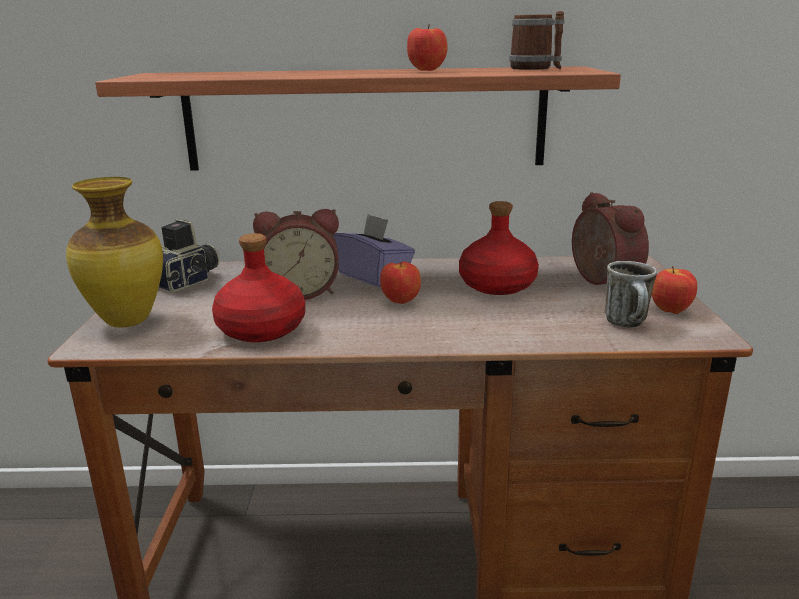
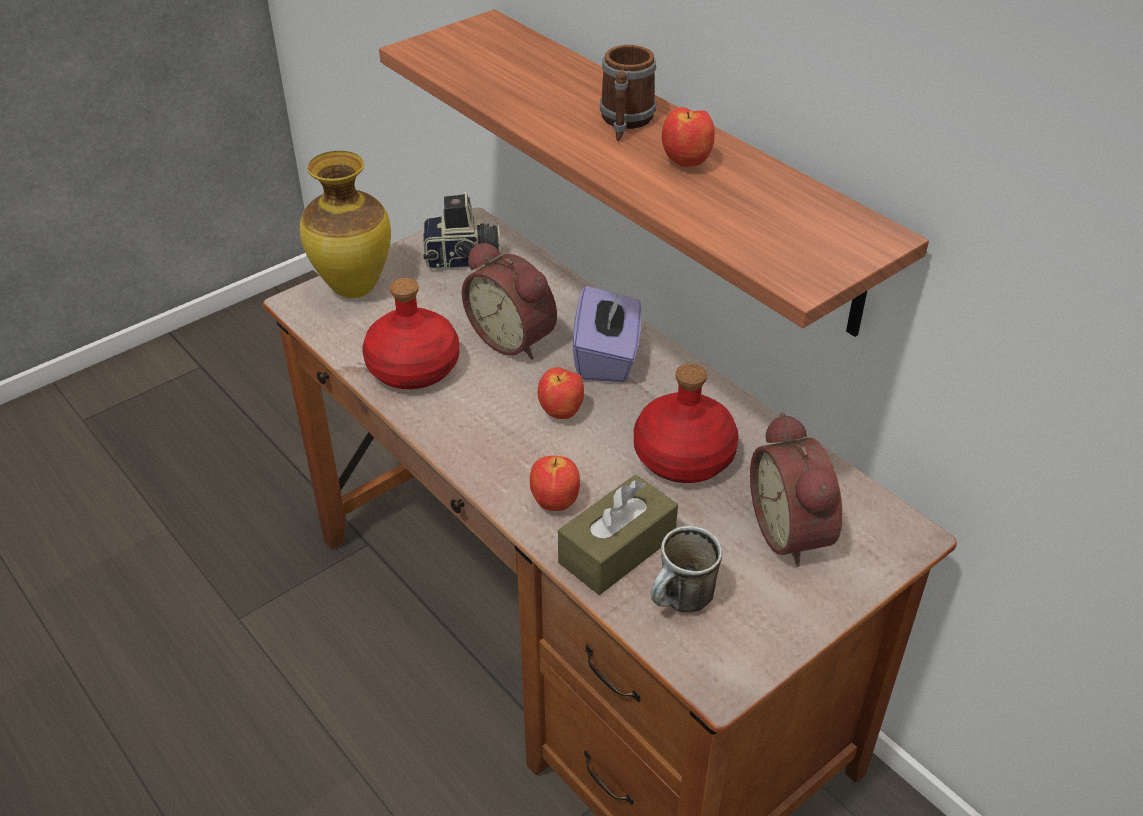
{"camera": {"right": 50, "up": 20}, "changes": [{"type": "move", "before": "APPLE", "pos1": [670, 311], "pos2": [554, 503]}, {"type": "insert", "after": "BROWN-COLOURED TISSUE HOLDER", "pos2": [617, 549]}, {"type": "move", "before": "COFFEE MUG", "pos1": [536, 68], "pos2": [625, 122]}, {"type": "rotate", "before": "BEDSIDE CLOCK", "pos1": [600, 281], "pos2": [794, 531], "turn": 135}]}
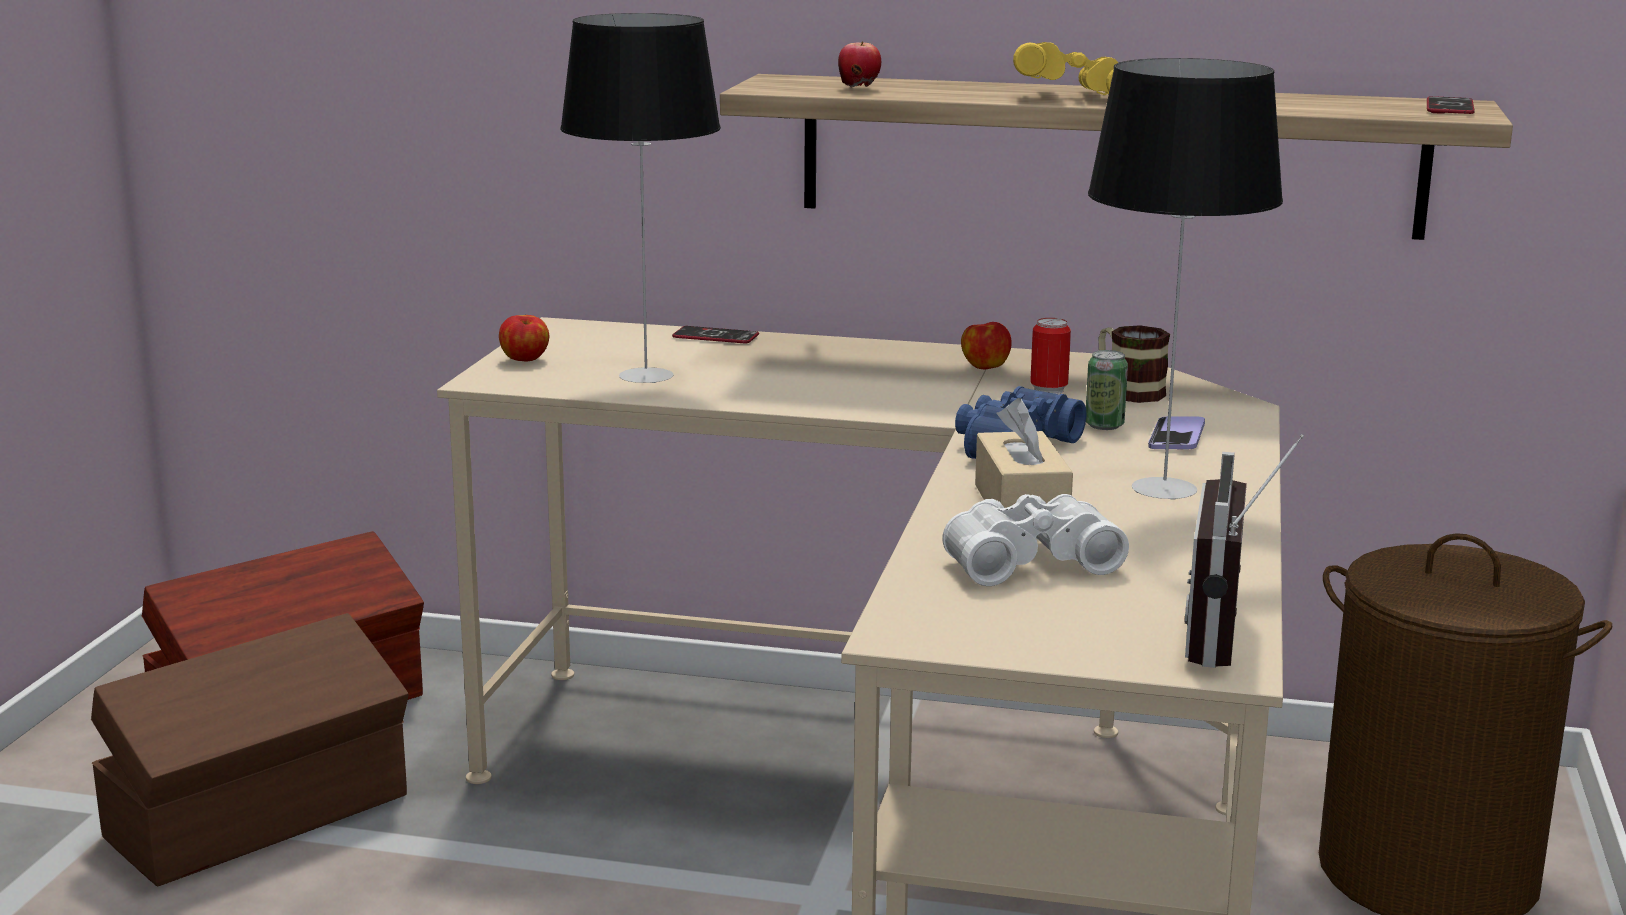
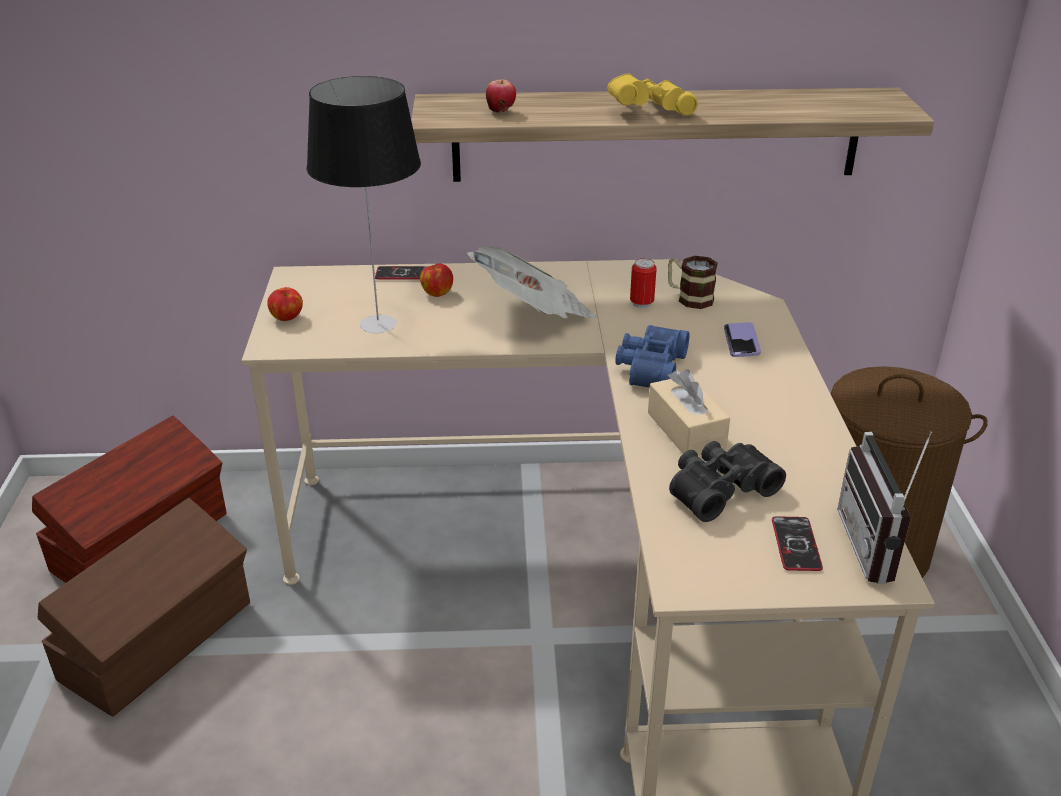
{"camera": {"right": -15, "up": 15}, "changes": [{"type": "move", "before": "APPLE", "pos1": [984, 366], "pos2": [437, 293]}, {"type": "insert", "after": "DAILY PAPER", "pos2": [534, 313]}, {"type": "recolor", "before": "WHITE-COLOURED PAIR OF BINOCULARS", "after": "BLACK-COLOURED PAIR OF BINOCULARS", "pos1": [1027, 560], "pos2": [718, 489]}, {"type": "move", "before": "PHONE", "pos1": [1449, 107], "pos2": [796, 544]}, {"type": "delete", "before": "CAN", "pos1": [1104, 425]}, {"type": "delete", "before": "TABLETOP LAMP", "pos1": [1167, 488]}]}
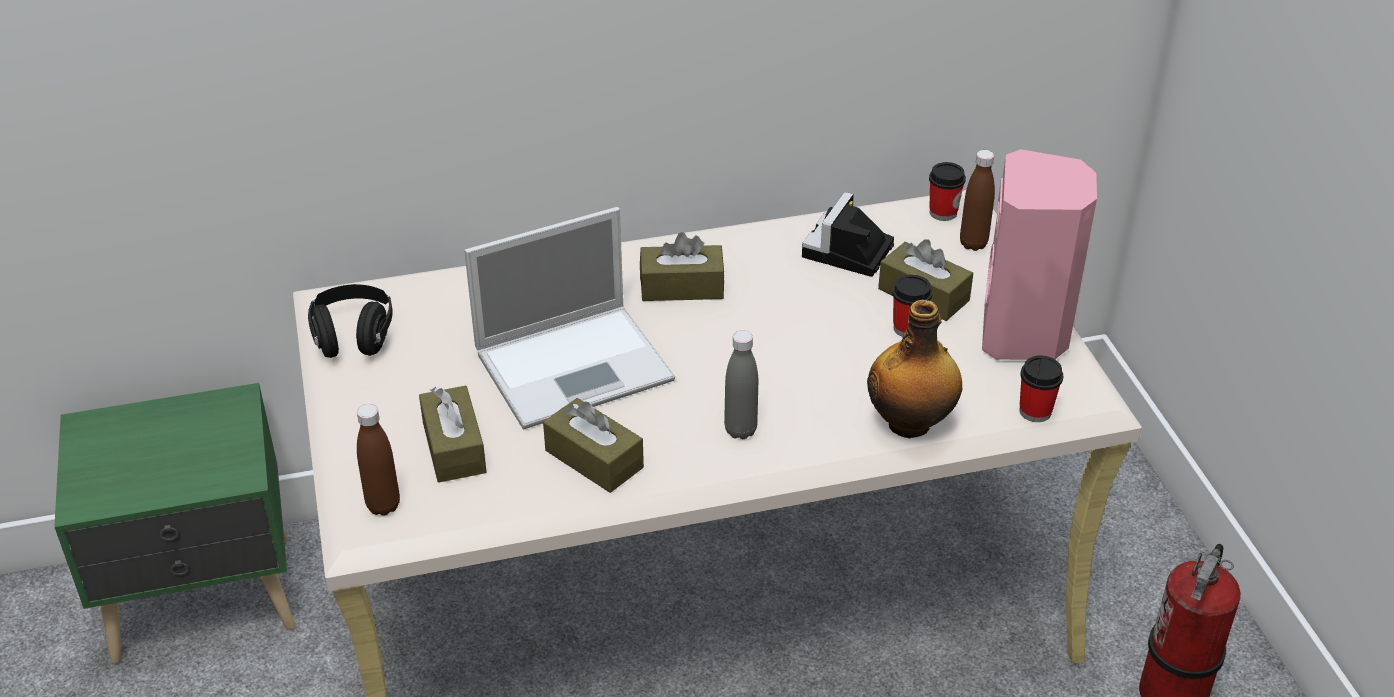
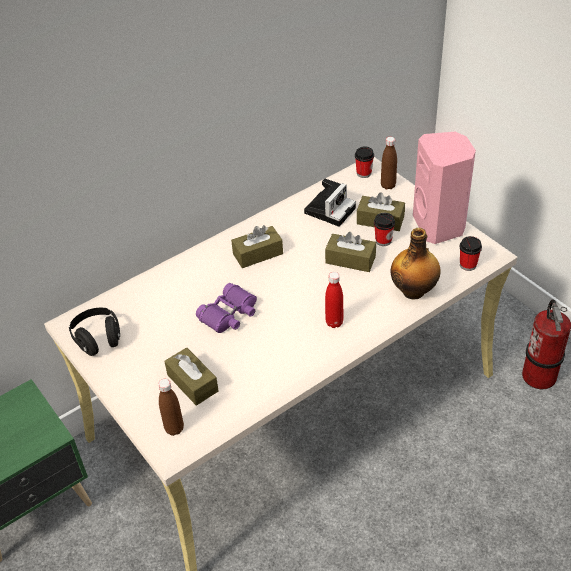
{"camera": {"right": -20, "up": 5}, "changes": [{"type": "replace", "before": "PORTABLE COMPUTER", "after": "PURPLE-COLOURED PAIR OF BINOCULARS", "pos1": [577, 365], "pos2": [229, 314]}, {"type": "rotate", "before": "STILL CAMERA", "pos1": [847, 253], "pos2": [330, 209], "turn": -150}, {"type": "move", "before": "BROWN-COLOURED TISSUE HOLDER", "pos1": [594, 459], "pos2": [350, 260]}, {"type": "recolor", "before": "GRAY BOTTLE", "after": "REDDISH BOTTLE", "pos1": [740, 430], "pos2": [334, 322]}]}
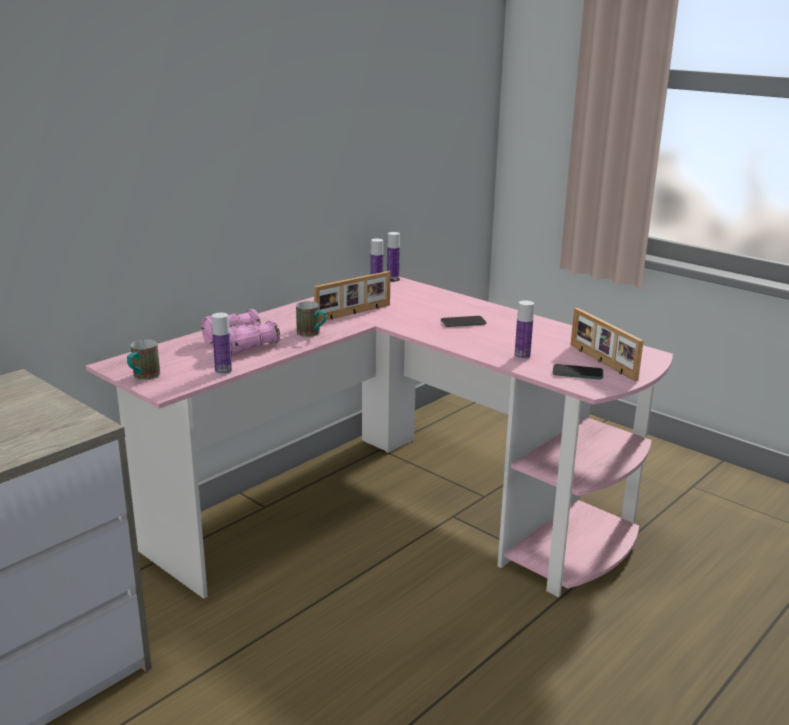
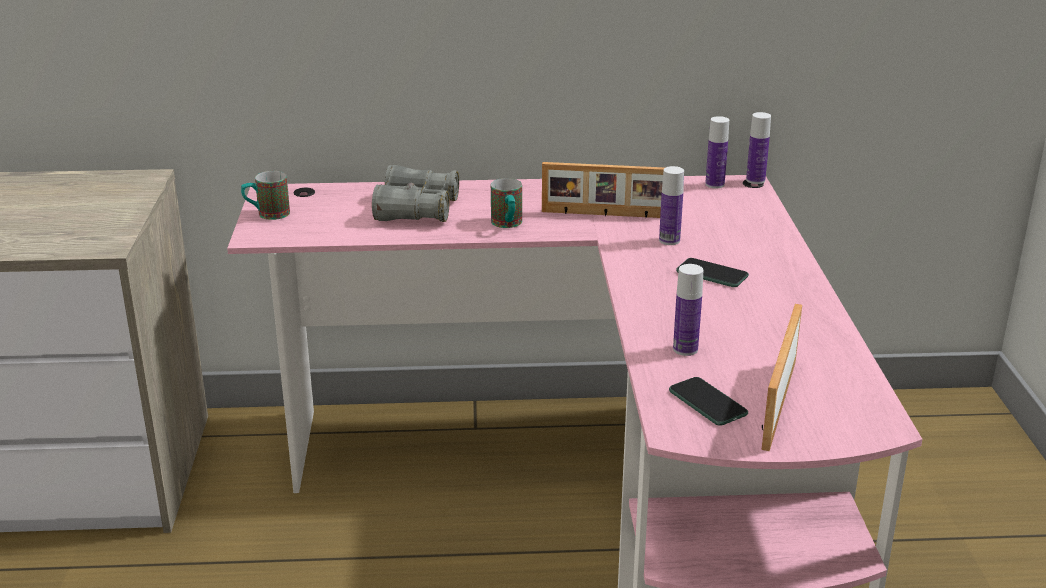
{"camera": {"right": 45, "up": 5}, "changes": [{"type": "recolor", "before": "PINK PAIR OF BINOCULARS", "after": "GRAY PAIR OF BINOCULARS", "pos1": [240, 344], "pos2": [416, 210]}, {"type": "move", "before": "BOTTLE", "pos1": [223, 371], "pos2": [669, 240]}]}
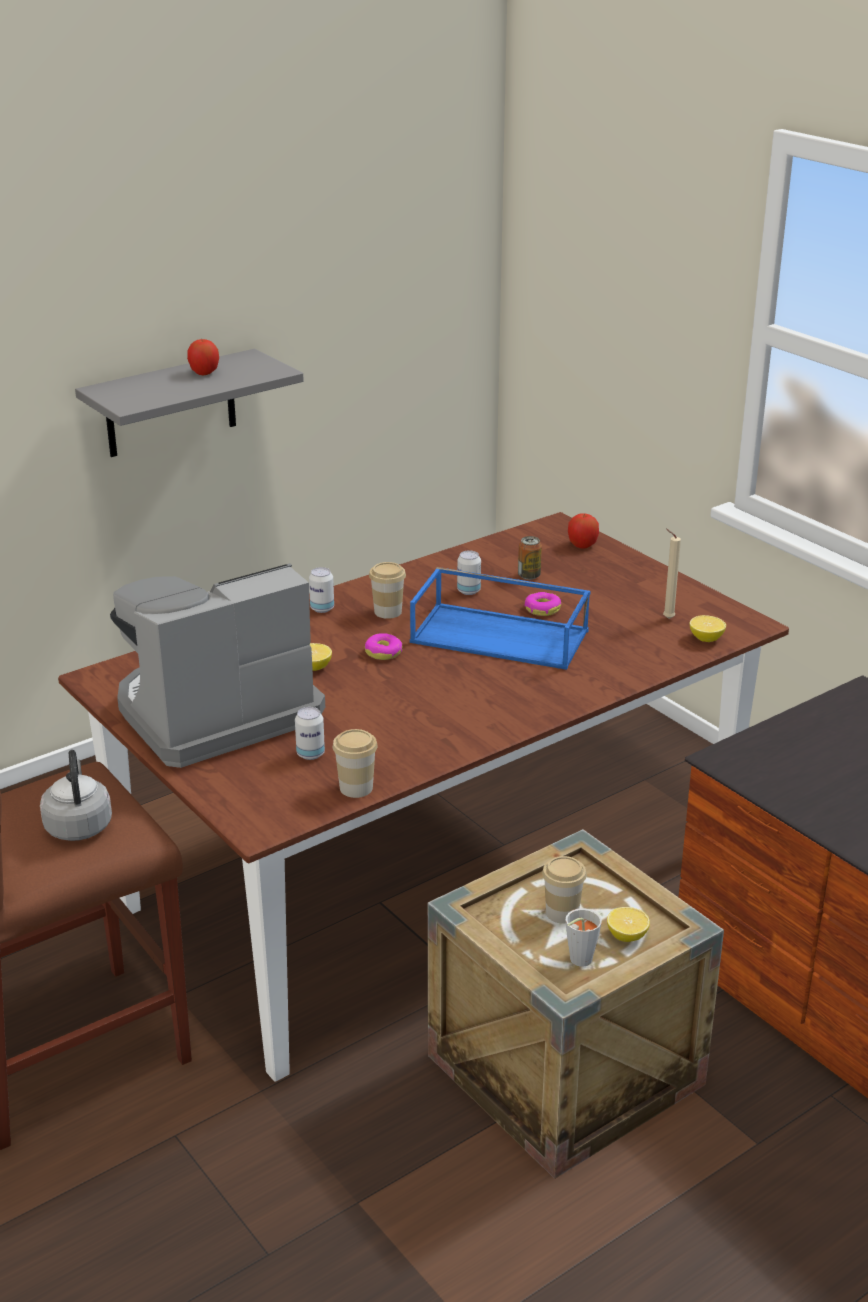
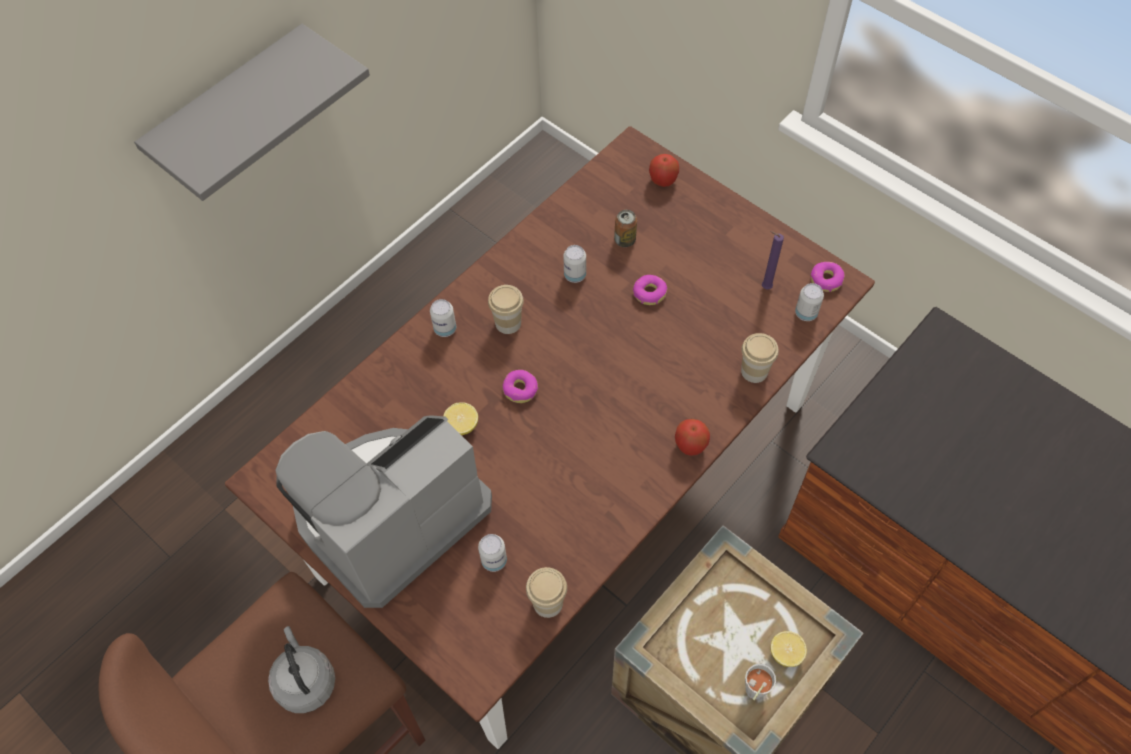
{"camera": {"right": -10, "up": 30}, "changes": [{"type": "move", "before": "APPLE", "pos1": [204, 372], "pos2": [690, 445]}, {"type": "move", "before": "DRINKING CUP", "pos1": [562, 913], "pos2": [754, 371]}, {"type": "recolor", "before": "SAND-COLOURED CANDLE", "after": "PURPLE-COLOURED CANDLE", "pos1": [666, 618], "pos2": [764, 287]}, {"type": "replace", "before": "LEMON", "after": "CAN", "pos1": [706, 638], "pos2": [806, 313]}, {"type": "insert", "after": "DOUGHNUT", "pos2": [826, 280]}, {"type": "delete", "before": "BLUE-COLOURED TRAY", "pos1": [502, 636]}]}
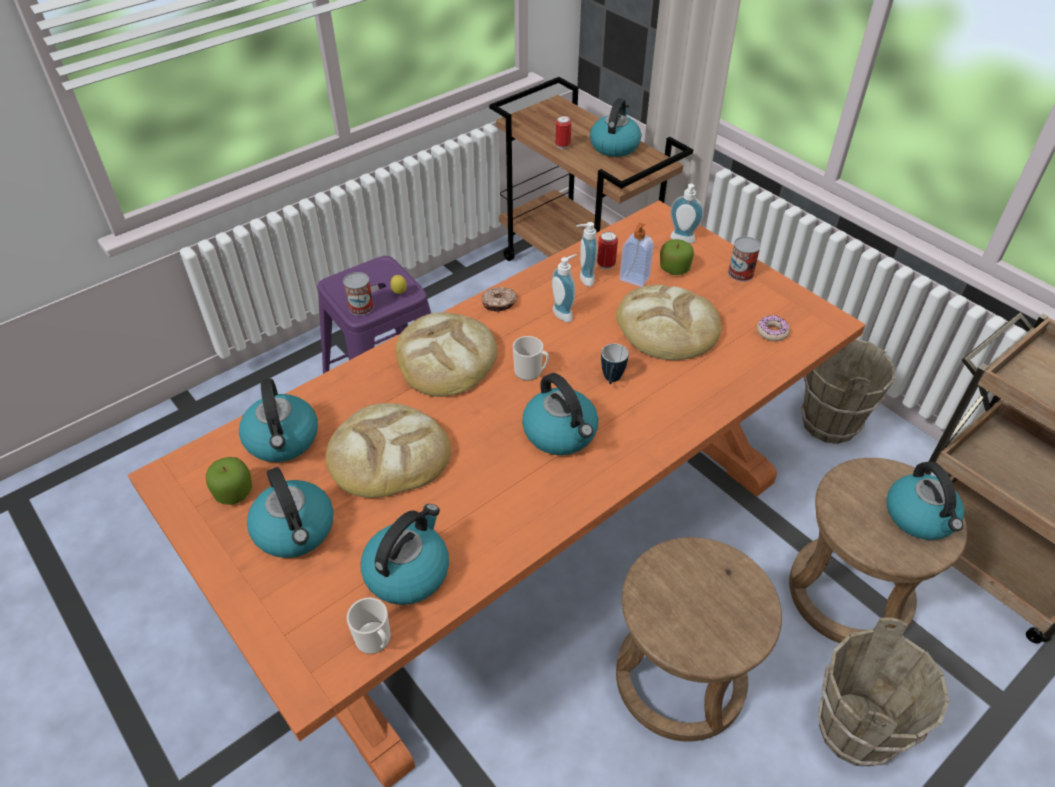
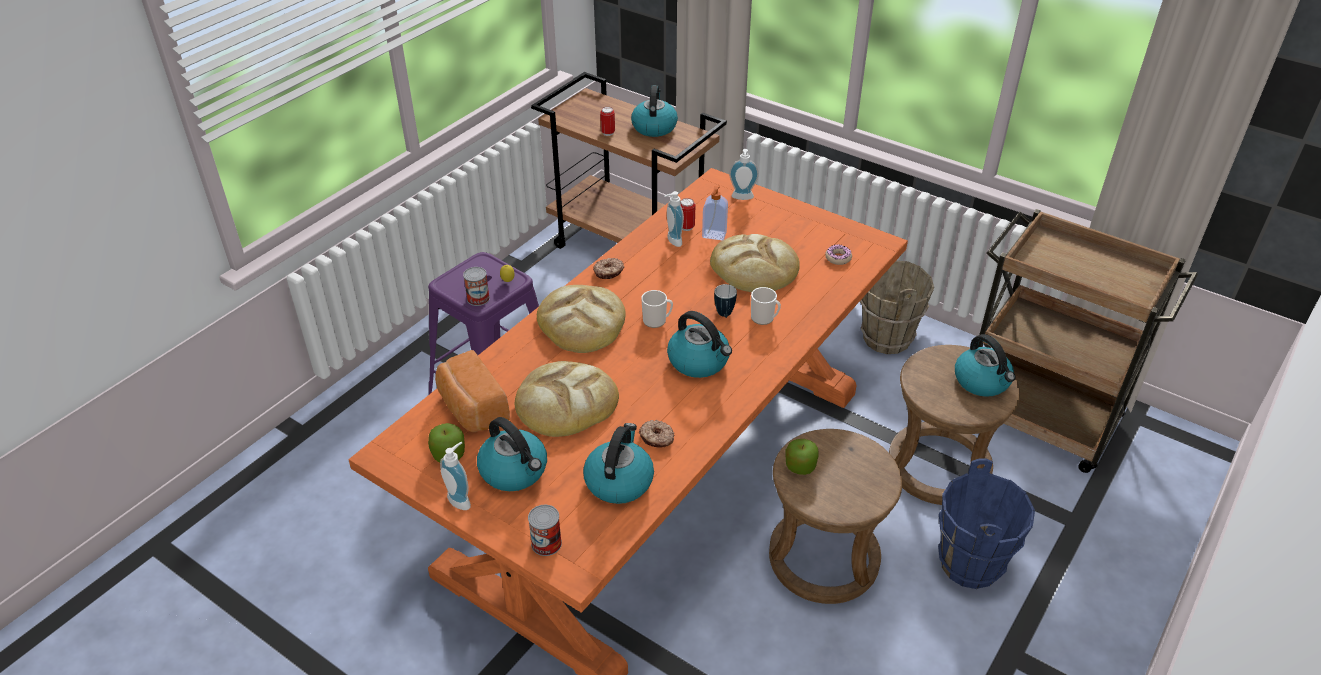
{"camera": {"right": -15, "up": -5}, "changes": [{"type": "replace", "before": "WATER KETTLE", "after": "BREAD", "pos1": [283, 440], "pos2": [472, 408]}, {"type": "move", "before": "SOAP BOTTLE", "pos1": [565, 313], "pos2": [461, 499]}, {"type": "move", "before": "CAN", "pos1": [740, 273], "pos2": [546, 543]}, {"type": "insert", "after": "DOUGHNUT", "pos2": [656, 438]}, {"type": "move", "before": "COFFEE MUG", "pos1": [375, 641], "pos2": [764, 318]}, {"type": "move", "before": "APPLE", "pos1": [674, 268], "pos2": [800, 466]}, {"type": "recolor", "before": "BROWN-COLOURED PAIL", "after": "BLUE-COLOURED PAIL", "pos1": [856, 730], "pos2": [971, 564]}]}
